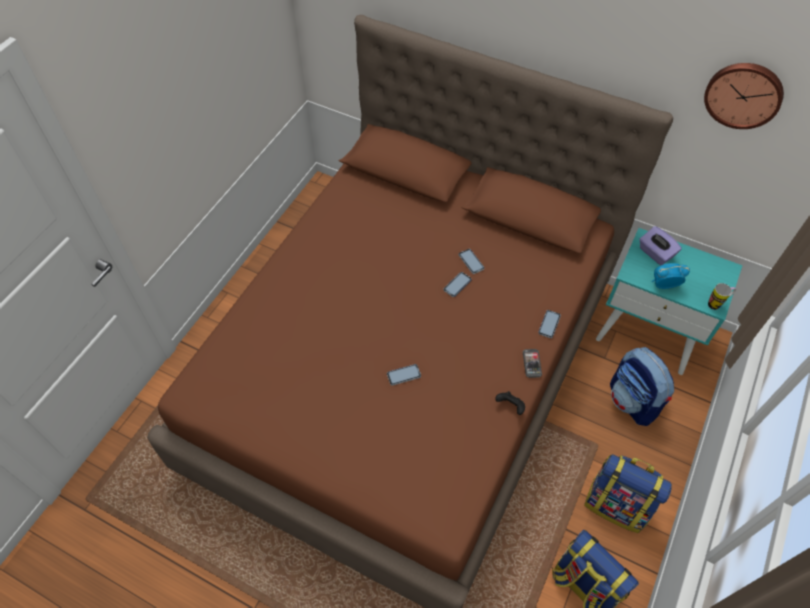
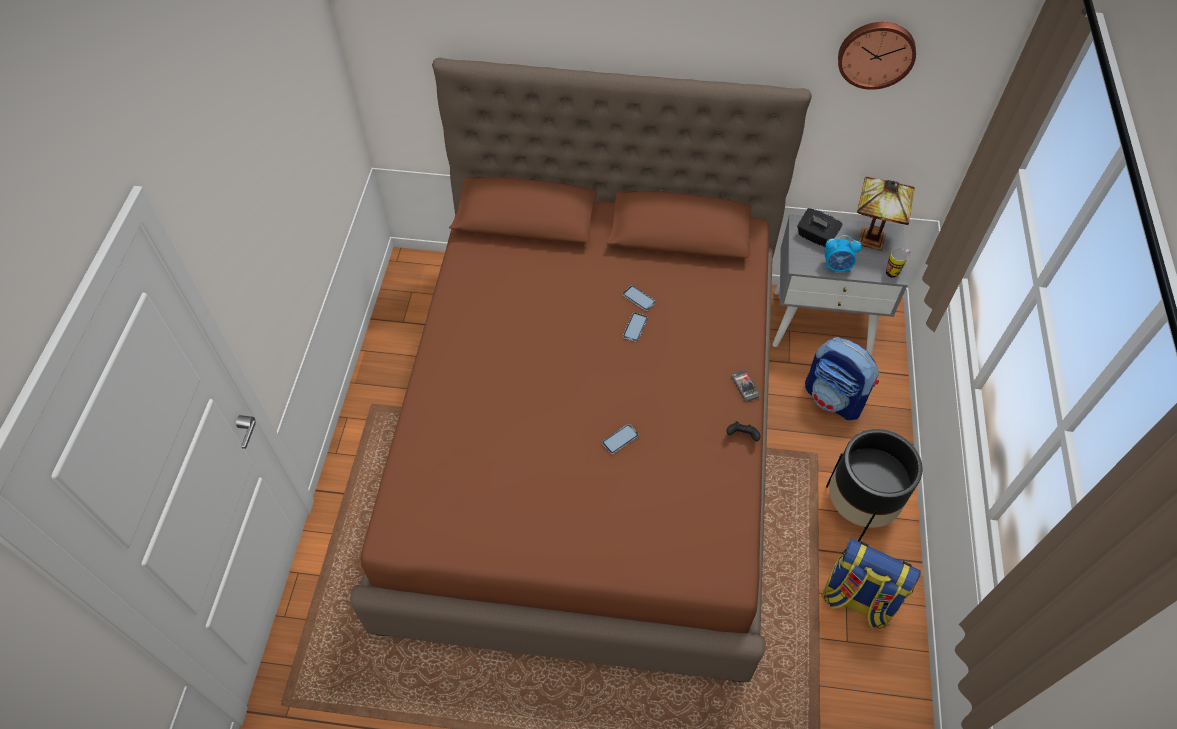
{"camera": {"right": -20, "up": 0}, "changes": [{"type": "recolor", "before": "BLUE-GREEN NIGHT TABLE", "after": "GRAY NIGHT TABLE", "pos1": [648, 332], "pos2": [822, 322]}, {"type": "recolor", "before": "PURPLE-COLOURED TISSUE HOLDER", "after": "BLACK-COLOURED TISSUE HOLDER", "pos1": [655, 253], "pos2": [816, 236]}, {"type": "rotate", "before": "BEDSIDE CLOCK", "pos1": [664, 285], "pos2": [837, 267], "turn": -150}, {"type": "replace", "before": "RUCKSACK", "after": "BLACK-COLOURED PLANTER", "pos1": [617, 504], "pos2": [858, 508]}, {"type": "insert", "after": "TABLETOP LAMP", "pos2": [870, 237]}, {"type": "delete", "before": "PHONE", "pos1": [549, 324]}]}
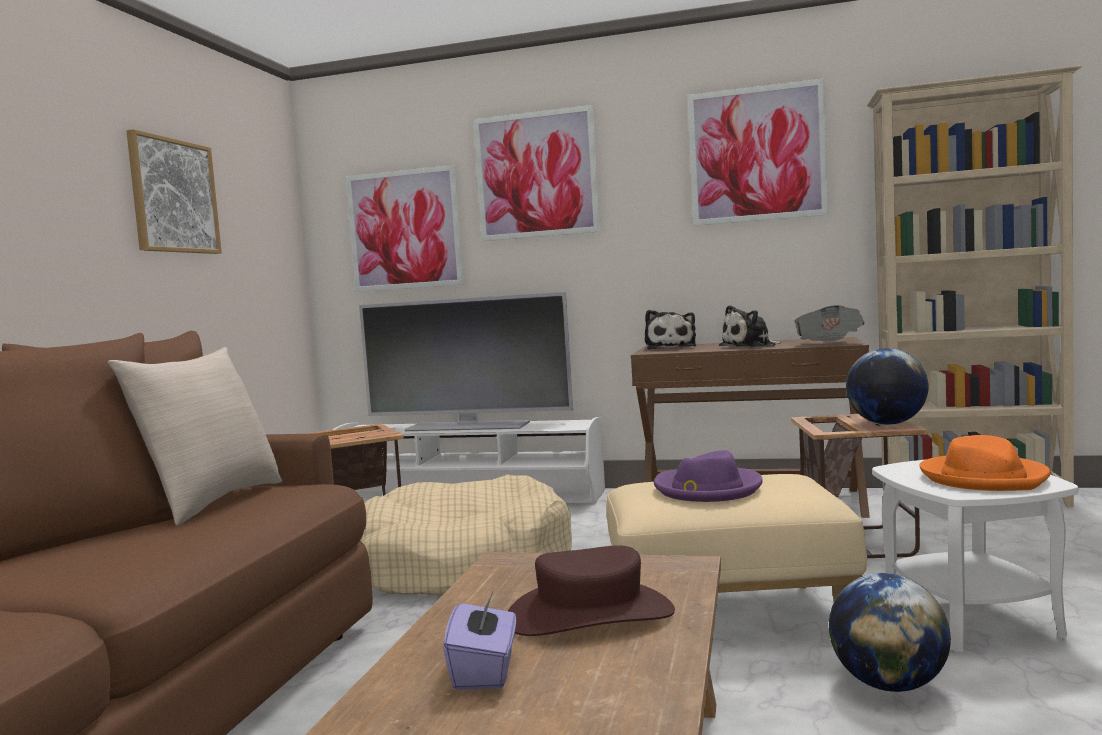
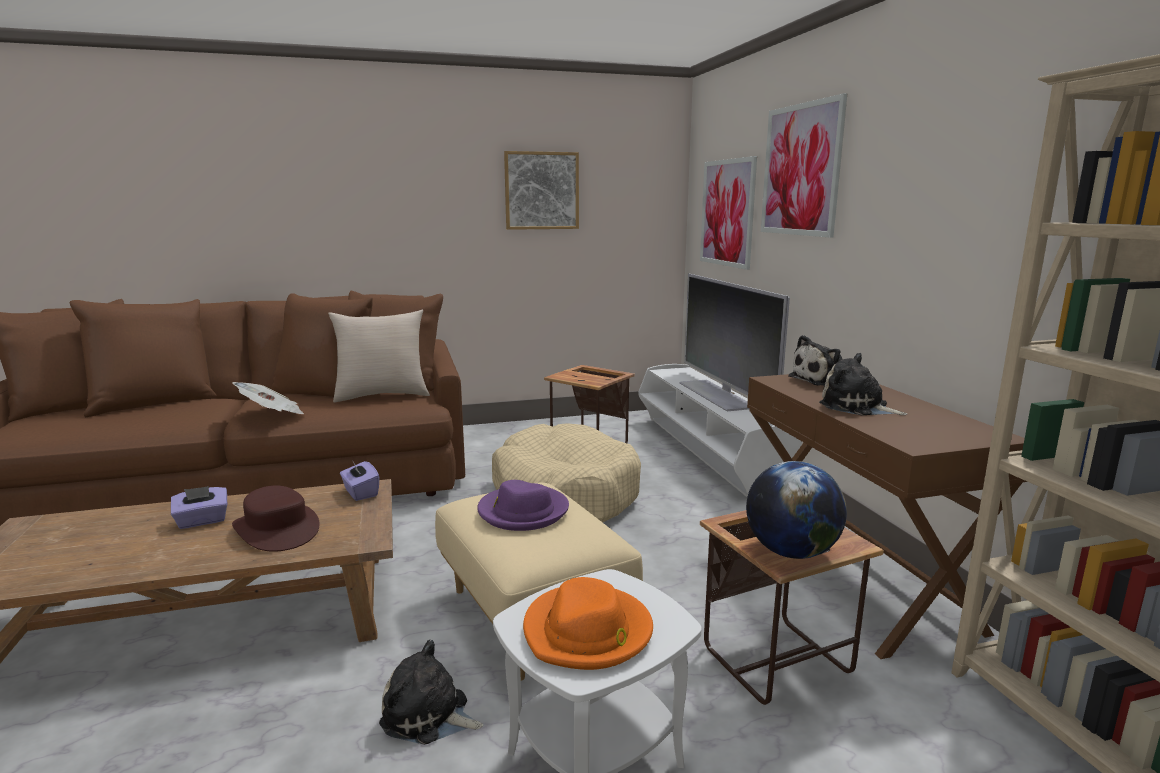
{"camera": {"right": 60, "up": 10}, "changes": [{"type": "move", "before": "DAILY PAPER", "pos1": [829, 344], "pos2": [272, 414]}, {"type": "insert", "after": "PURPLE-COLOURED TISSUE HOLDER", "pos2": [360, 493]}, {"type": "replace", "before": "DESK GLOBE", "after": "CUDDLY TOY", "pos1": [889, 685], "pos2": [429, 716]}, {"type": "delete", "before": "PICTURE", "pos1": [756, 154]}]}
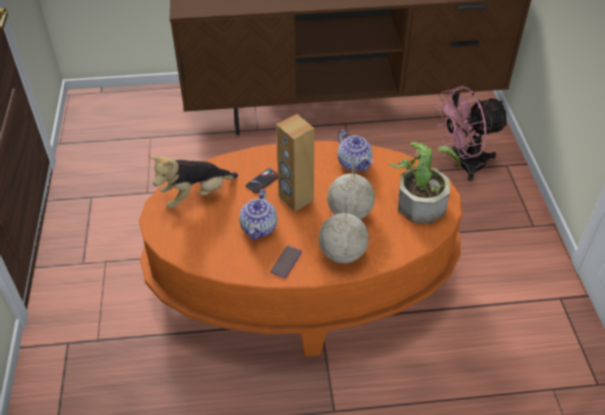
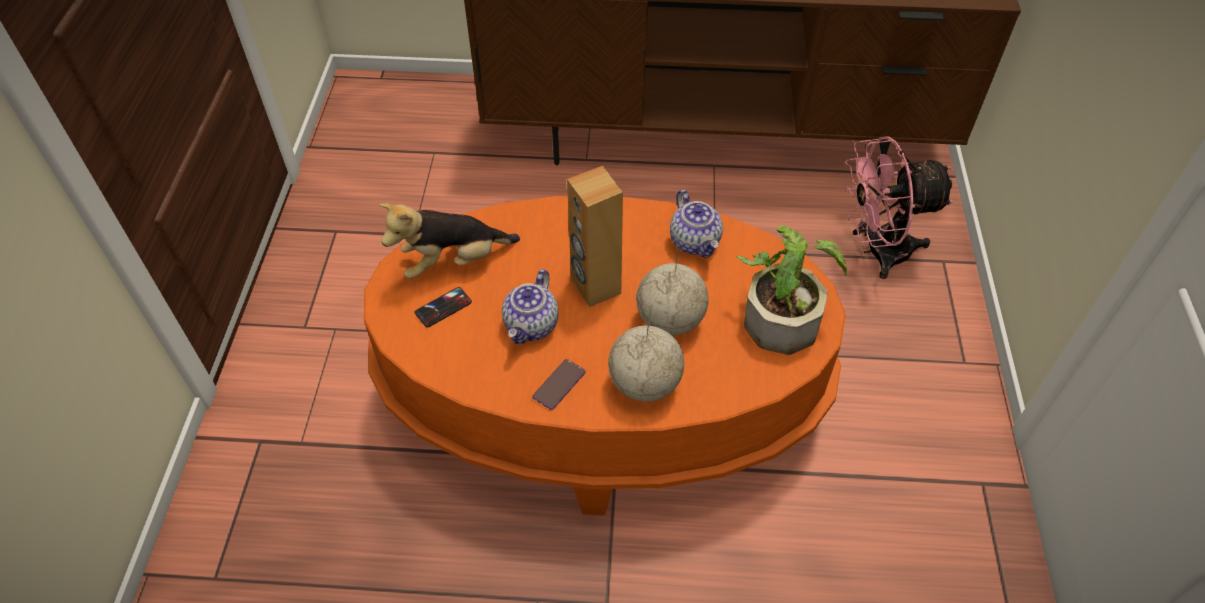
{"camera": {"right": 10, "up": 5}, "changes": [{"type": "move", "before": "PHONE", "pos1": [262, 181], "pos2": [443, 307]}]}
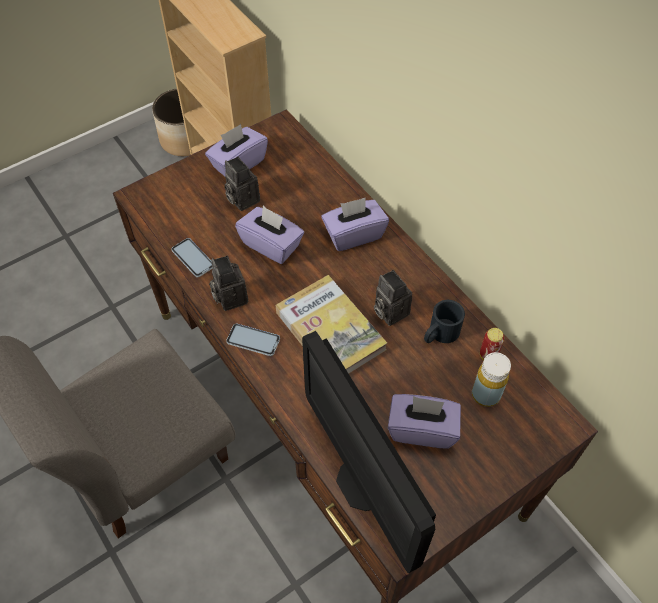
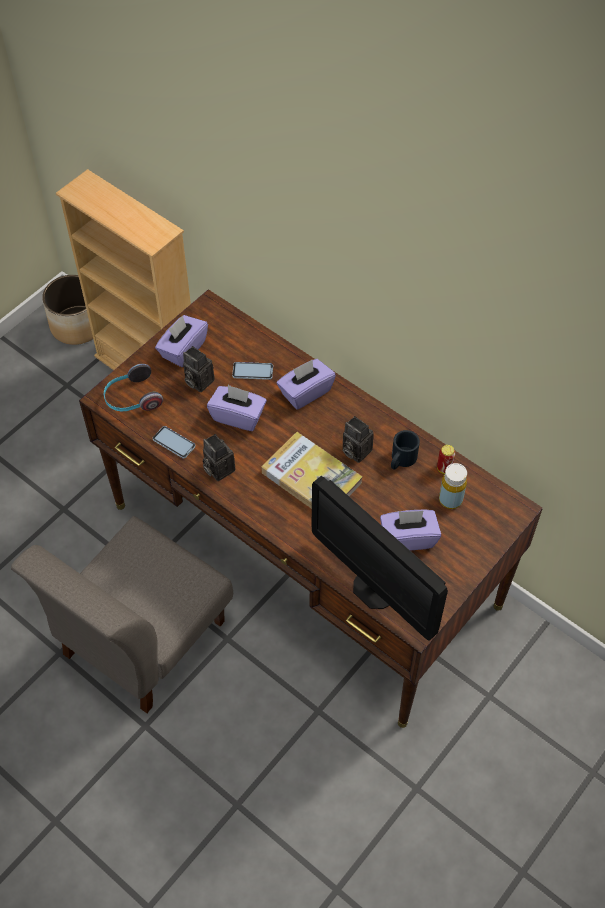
{"camera": {"right": -15, "up": 0}, "changes": [{"type": "insert", "after": "HEADSET", "pos2": [132, 398]}, {"type": "move", "before": "PHONE", "pos1": [253, 340], "pos2": [252, 371]}]}
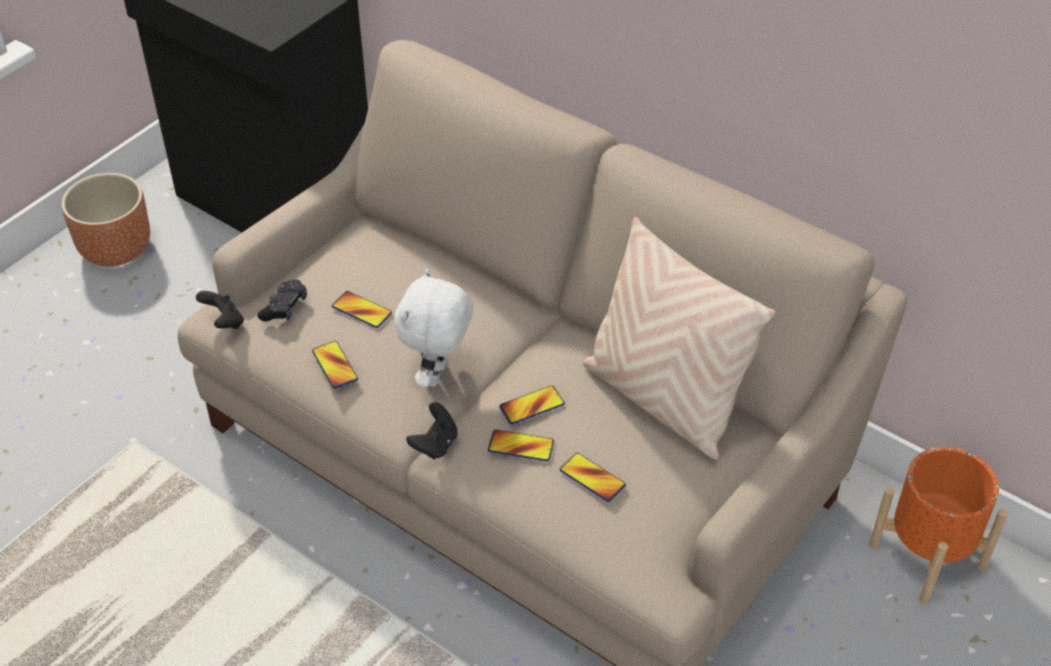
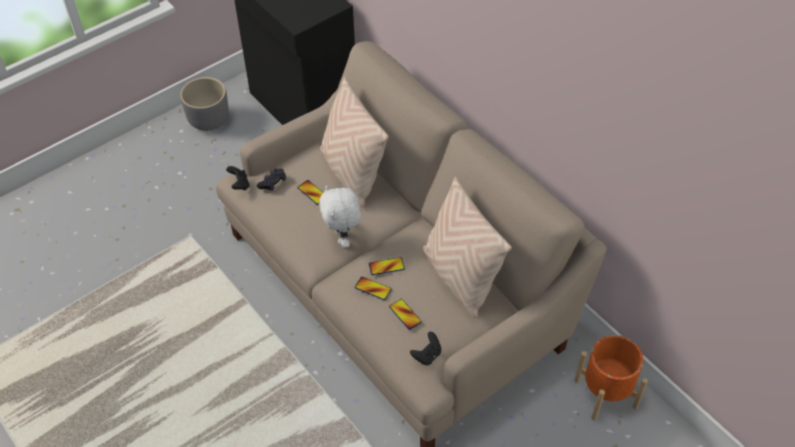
{"camera": {"right": 15, "up": 5}, "changes": [{"type": "recolor", "before": "BROWN-COLOURED PLANTER", "after": "GRAY PLANTER", "pos1": [115, 249], "pos2": [208, 120]}, {"type": "rotate", "before": "WHITE-COLOURED CUDDLY TOY", "pos1": [438, 375], "pos2": [343, 238], "turn": -45}, {"type": "insert", "after": "SAND-COLOURED PILLOW", "pos2": [352, 173]}, {"type": "move", "before": "BLACK-COLOURED GAME CONTROLLER", "pos1": [435, 444], "pos2": [427, 355]}, {"type": "delete", "before": "PHONE", "pos1": [335, 365]}]}
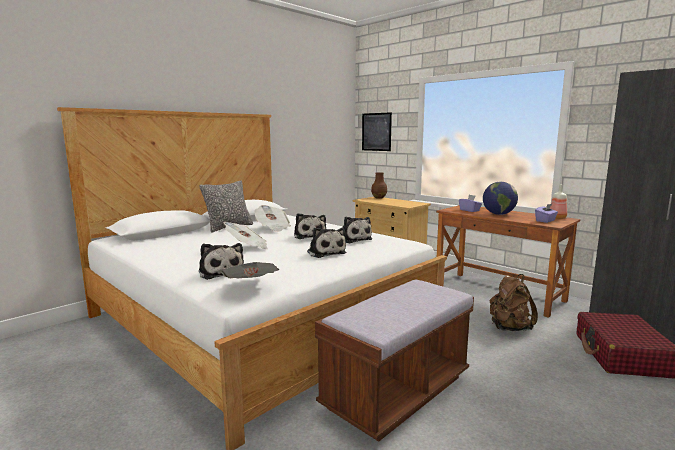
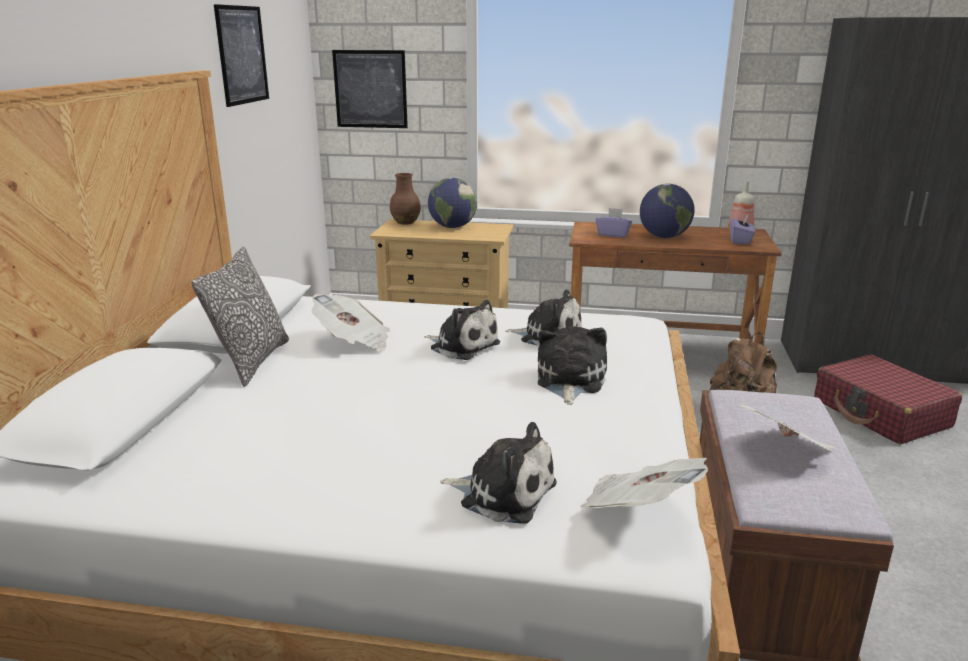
{"camera": {"right": -35, "up": 10}, "changes": [{"type": "insert", "after": "PICTURE", "pos2": [242, 55]}, {"type": "insert", "after": "DESK GLOBE", "pos2": [452, 227]}, {"type": "rotate", "before": "CUDDLY TOY", "pos1": [325, 252], "pos2": [569, 381], "turn": -105}, {"type": "move", "before": "DAILY PAPER", "pos1": [247, 247], "pos2": [786, 451]}]}
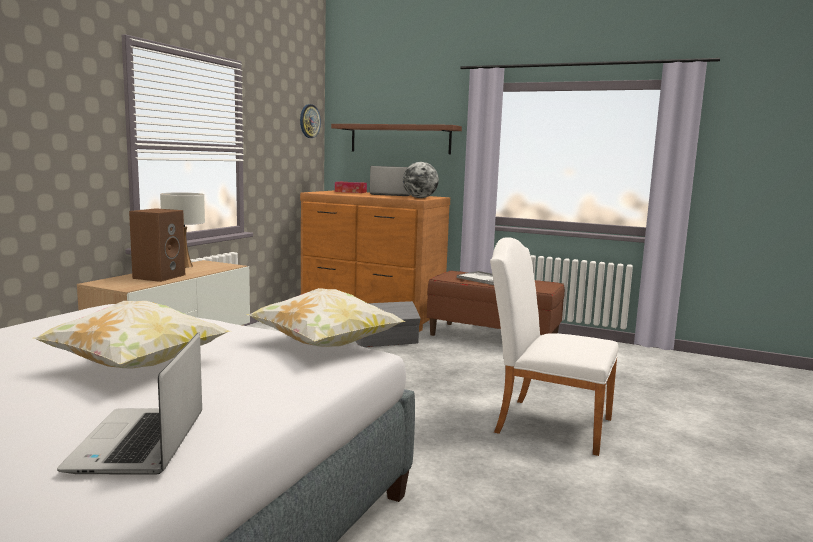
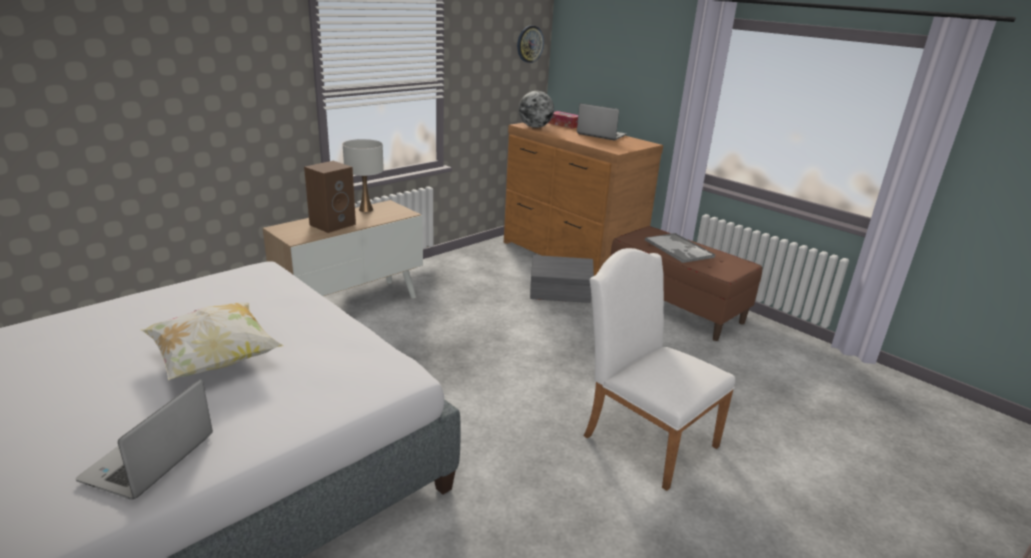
{"camera": {"right": 20, "up": 15}, "changes": [{"type": "move", "before": "DESK GLOBE", "pos1": [420, 198], "pos2": [535, 127]}, {"type": "delete", "before": "PILLOW", "pos1": [325, 346]}, {"type": "delete", "before": "BROWN-COLOURED SHELF", "pos1": [400, 139]}]}
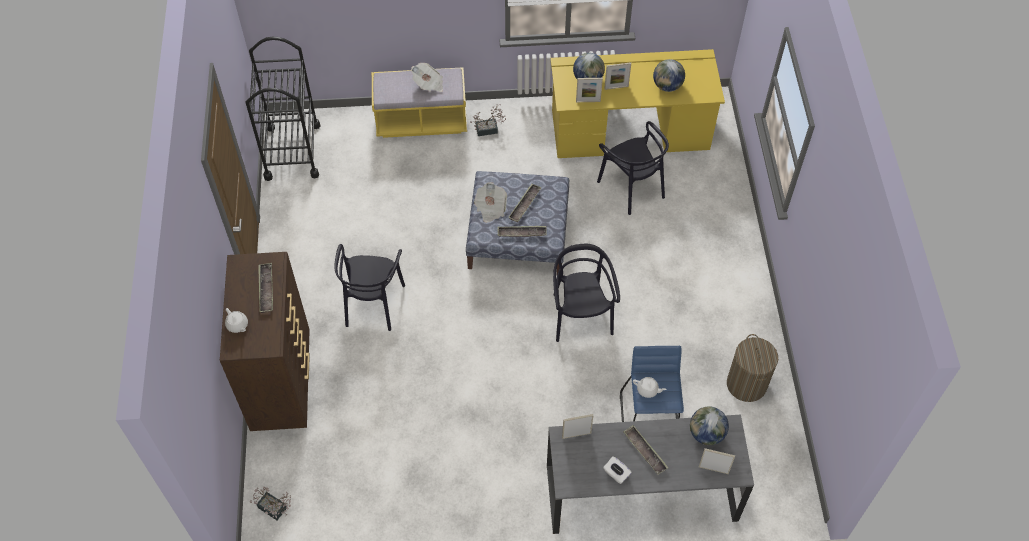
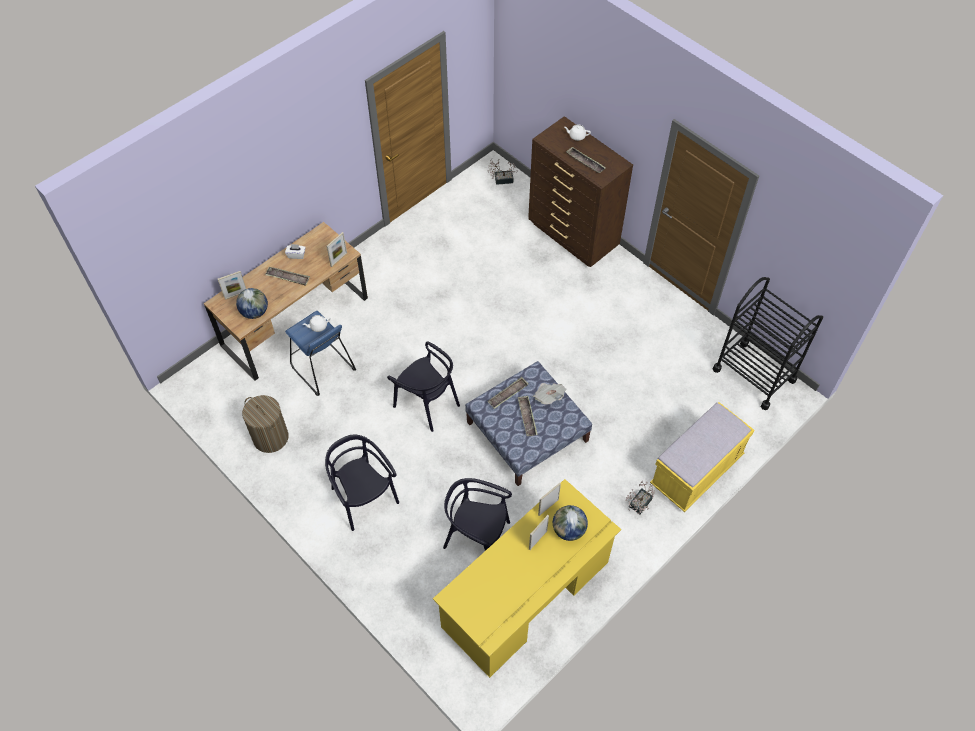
{"camera": {"right": 140, "up": 0}, "changes": [{"type": "recolor", "before": "GRAY DESK", "after": "BROWN-COLOURED DESK", "pos1": [641, 493], "pos2": [295, 322]}, {"type": "move", "before": "BLACK-COLOURED PLAIN CHAIR", "pos1": [373, 304], "pos2": [363, 498]}, {"type": "delete", "before": "DAILY PAPER", "pos1": [428, 84]}, {"type": "delete", "before": "DESK GLOBE", "pos1": [667, 86]}]}
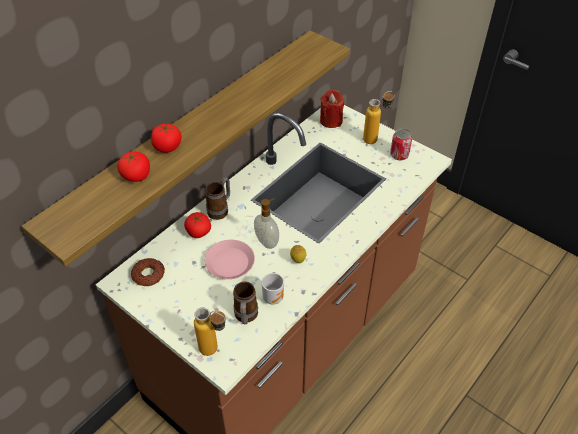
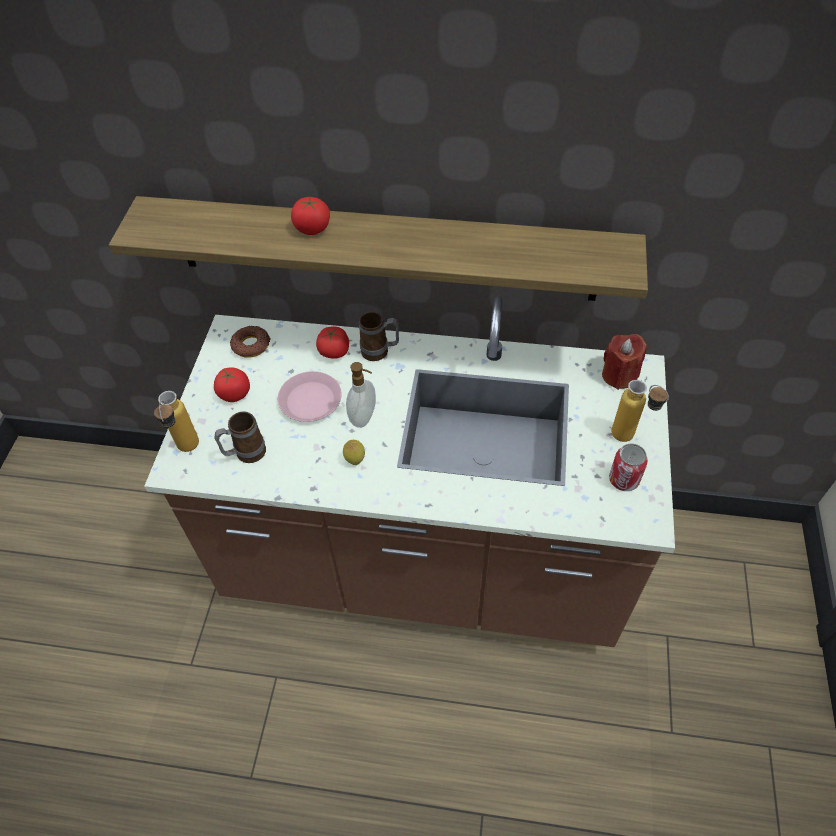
{"camera": {"right": 60, "up": 5}, "changes": [{"type": "move", "before": "WHOLE TOMATO", "pos1": [136, 176], "pos2": [235, 393]}, {"type": "delete", "before": "COFFEE MUG", "pos1": [273, 297]}]}
